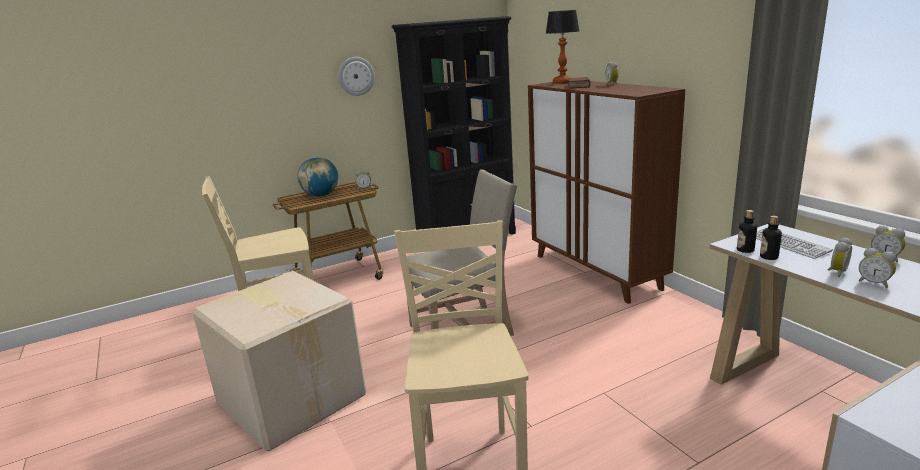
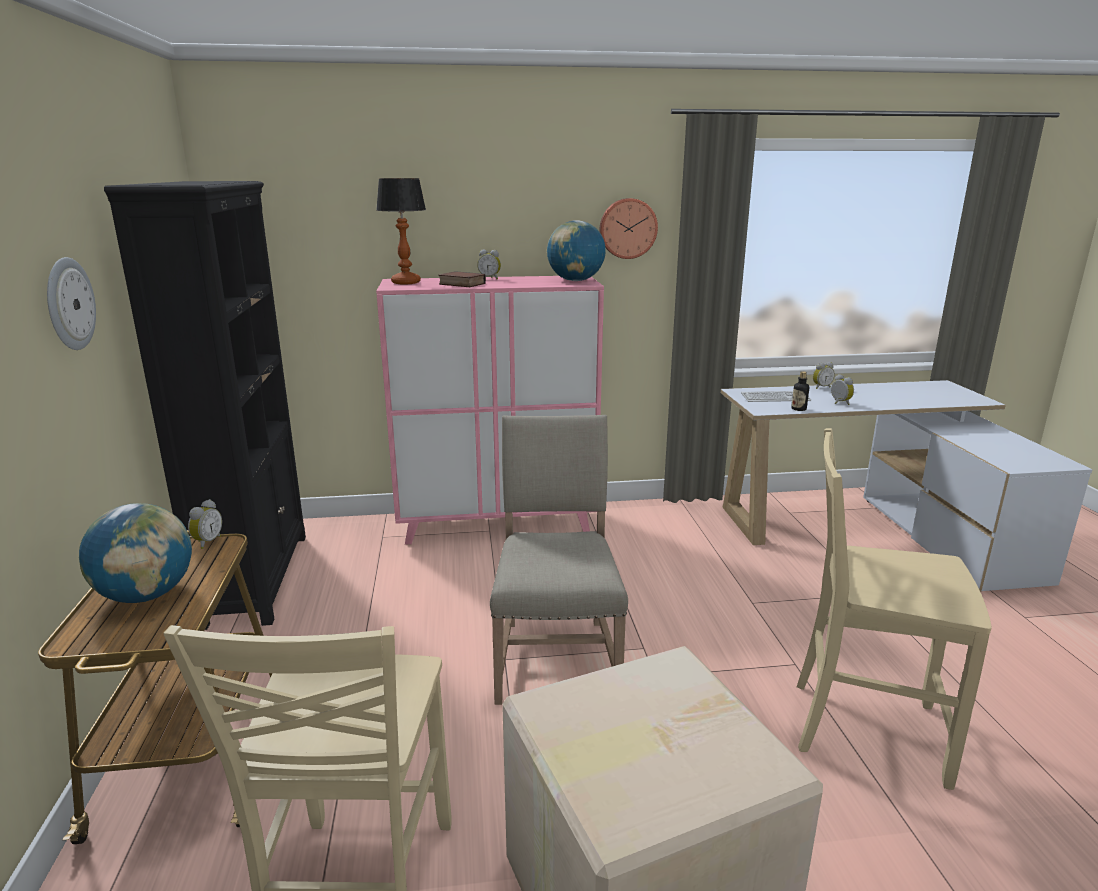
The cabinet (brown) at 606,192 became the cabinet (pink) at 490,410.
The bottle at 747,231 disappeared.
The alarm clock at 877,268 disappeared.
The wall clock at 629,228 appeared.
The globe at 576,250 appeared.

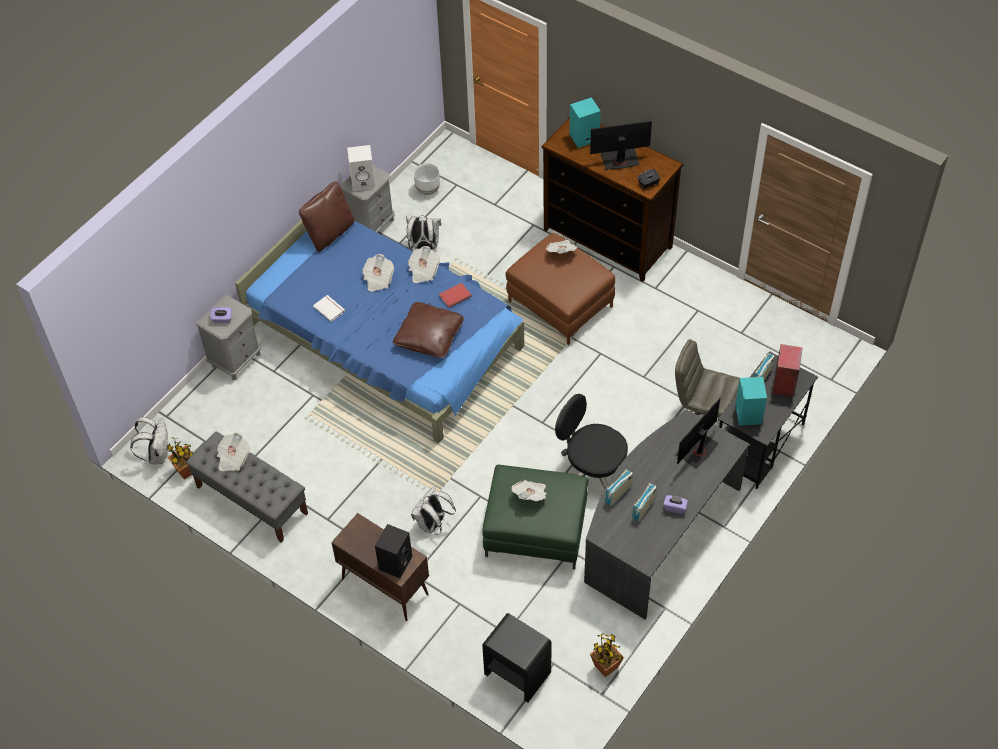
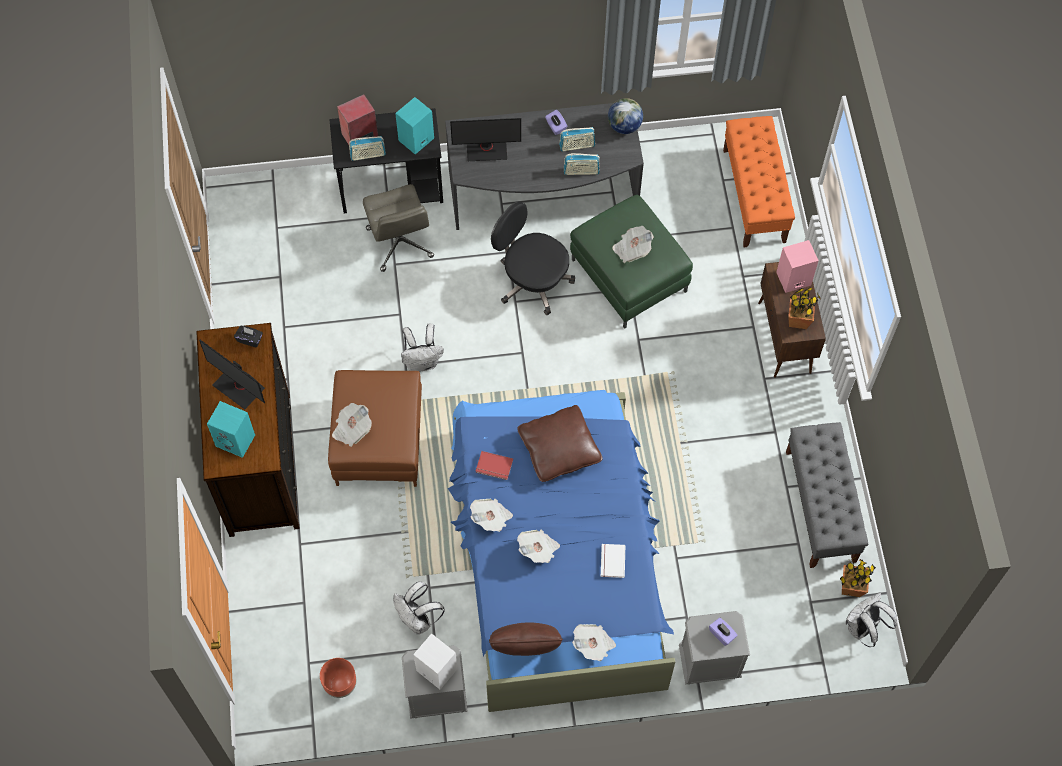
The planter (white) at 427,179 became the planter (brown) at 338,678.
The office chair (black) at 591,441 turned 135 degrees clockwise.
The newspaper moved from 233,451 to 594,642.
The backpack (white) moved from 433,510 to 422,347.
The speaker (black) at 393,551 became the speaker (pink) at 797,266.
The nightstand (black) at 517,657 was replaced by the bench (orange) at 759,182.
The potted plant moved from 607,655 to 804,308.
The globe at 625,116 appeared.

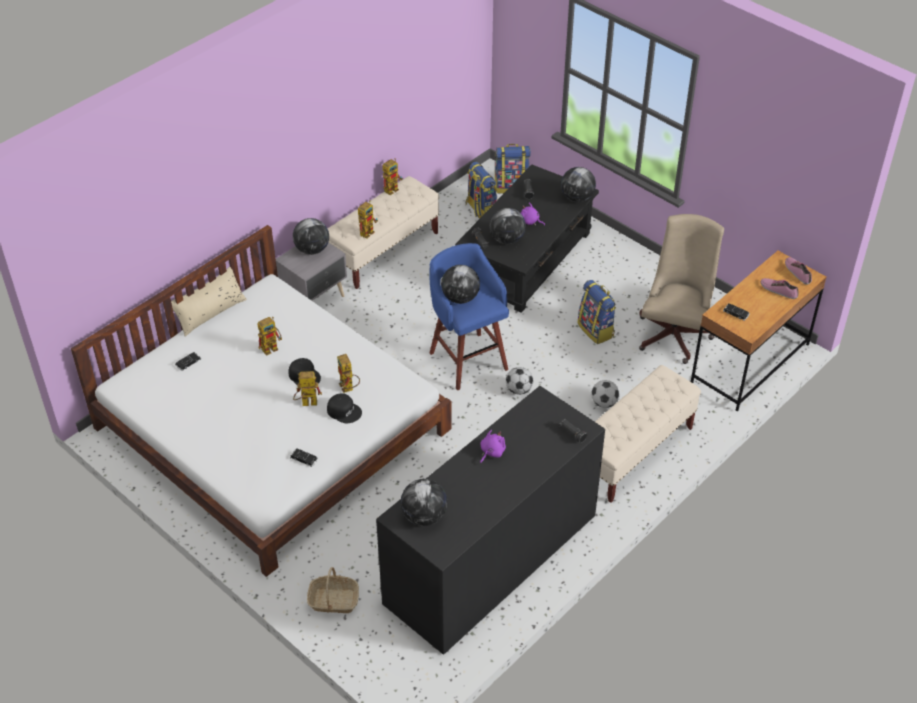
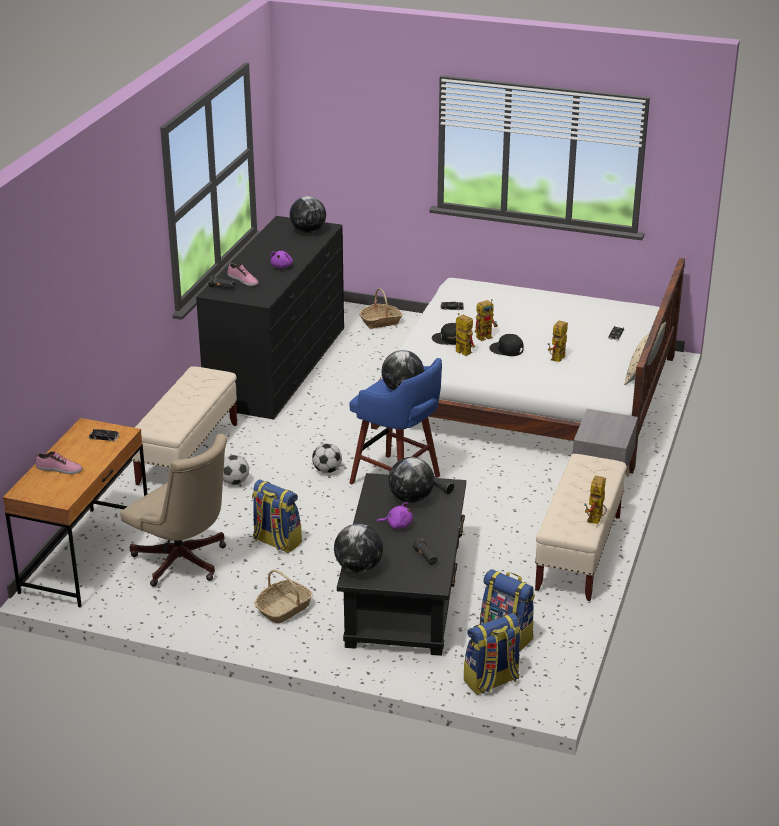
The toy robot at 368,219 disappeared.
The office chair (beige) at 681,289 turned 45 degrees counterclockwise.
The globe at 311,236 disappeared.
The shoe moved from 798,271 to 242,274.
The basket at 284,596 appeared.

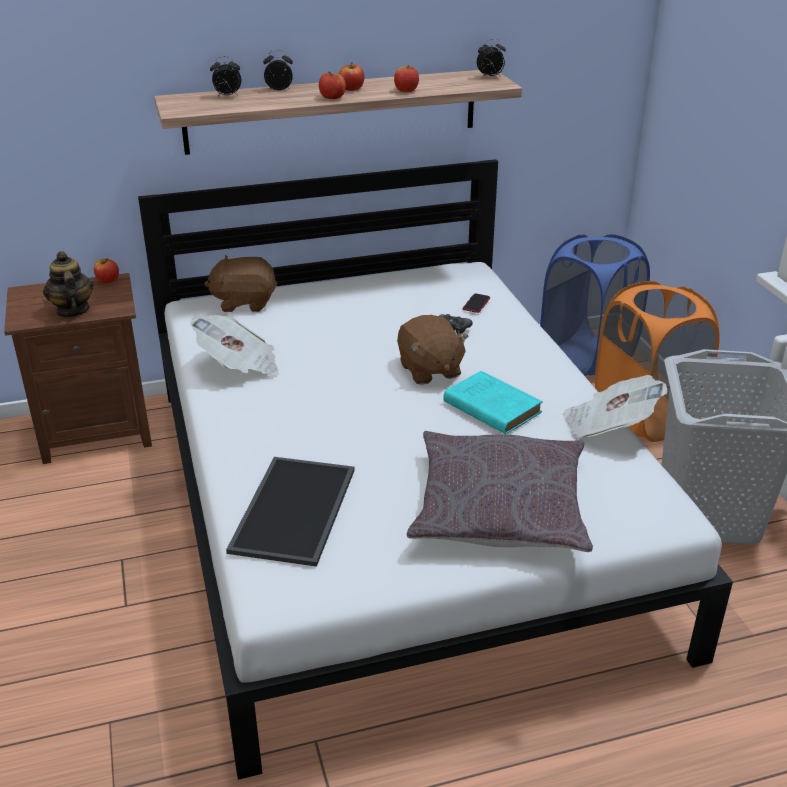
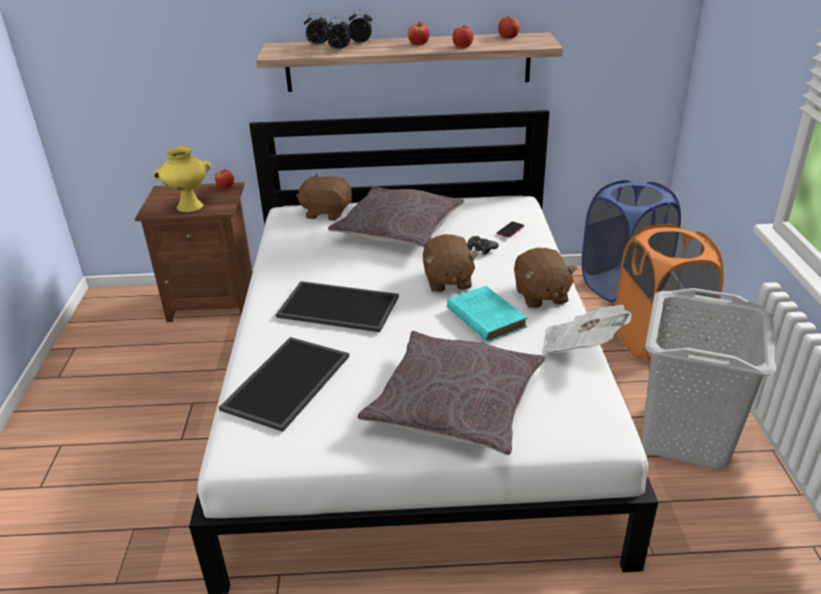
The alarm clock moved from 491,58 to 338,34.
The apple moved from 332,85 to 509,27.
The teapot at 68,284 was replaced by the vase (yellow) at 182,179.
The newspaper at 234,345 disappeared.
The pillow (grey) at 396,216 appeared.
The plush toy (brown) at 545,278 appeared.
The tray at 337,306 appeared.

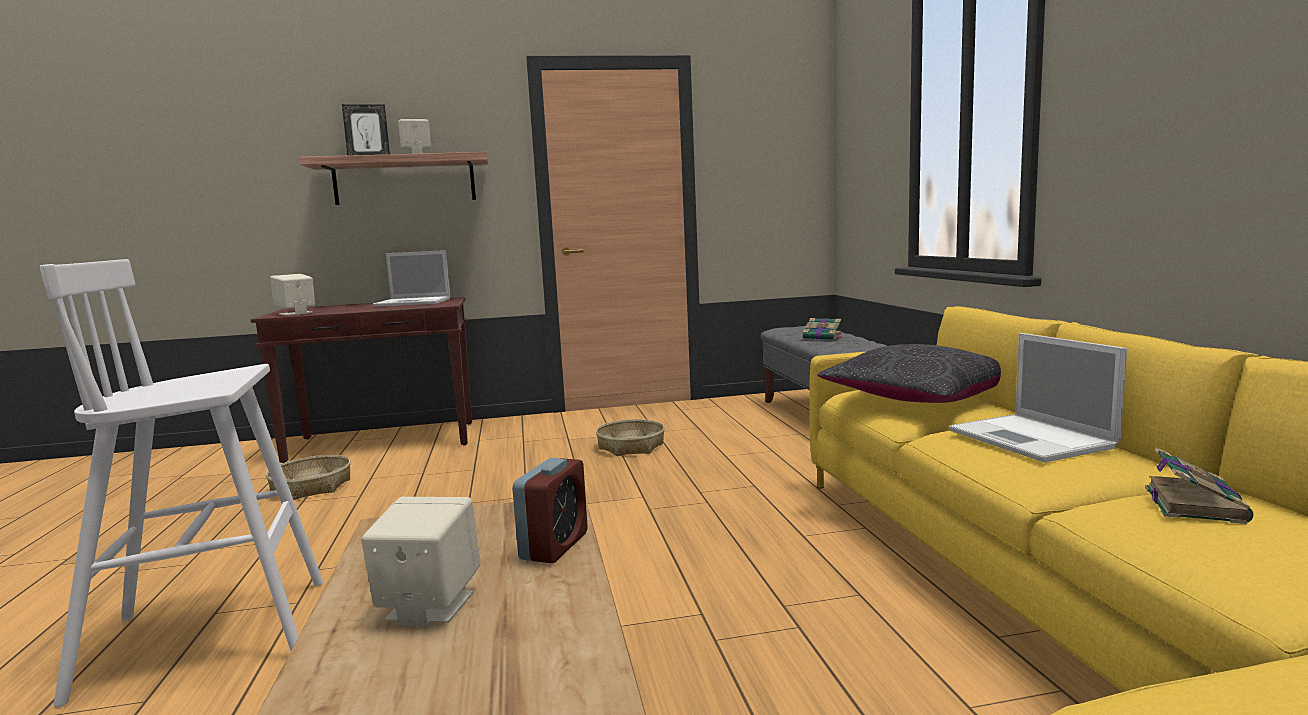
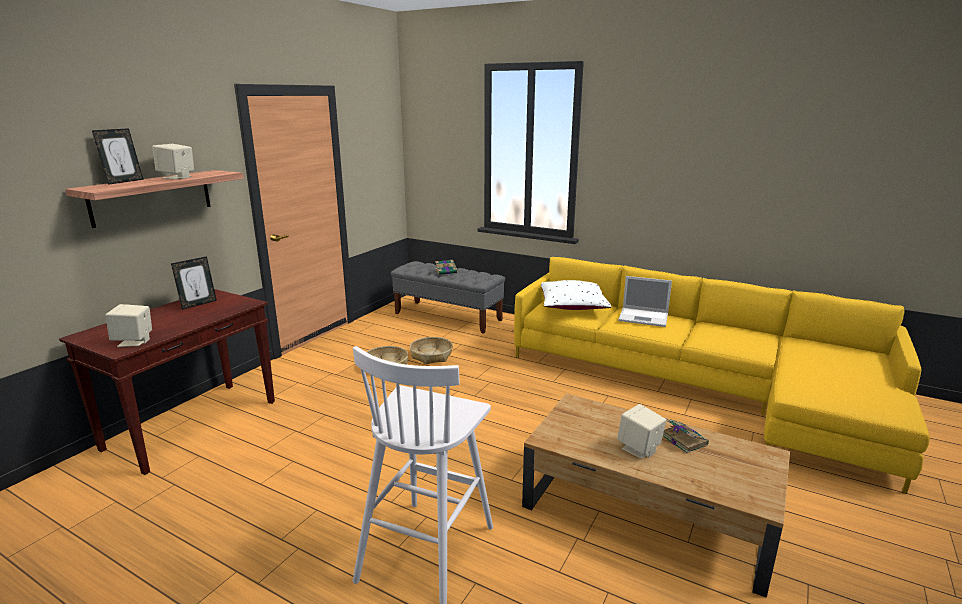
The laptop at 411,278 was replaced by the picture frame at 194,283.
The pillow (black) at 909,373 became the pillow (white) at 576,295.
The book moved from 1199,485 to 686,436.
The basket moved from 308,477 to 431,351.
The alarm clock at 550,510 disappeared.

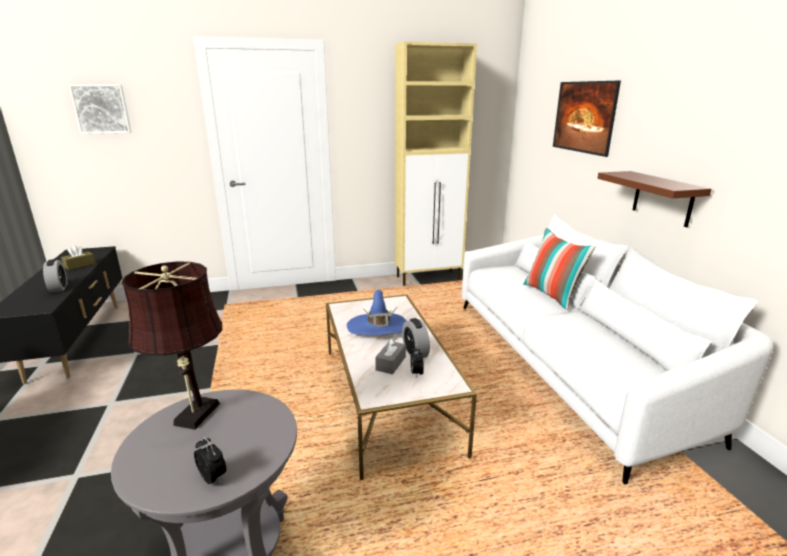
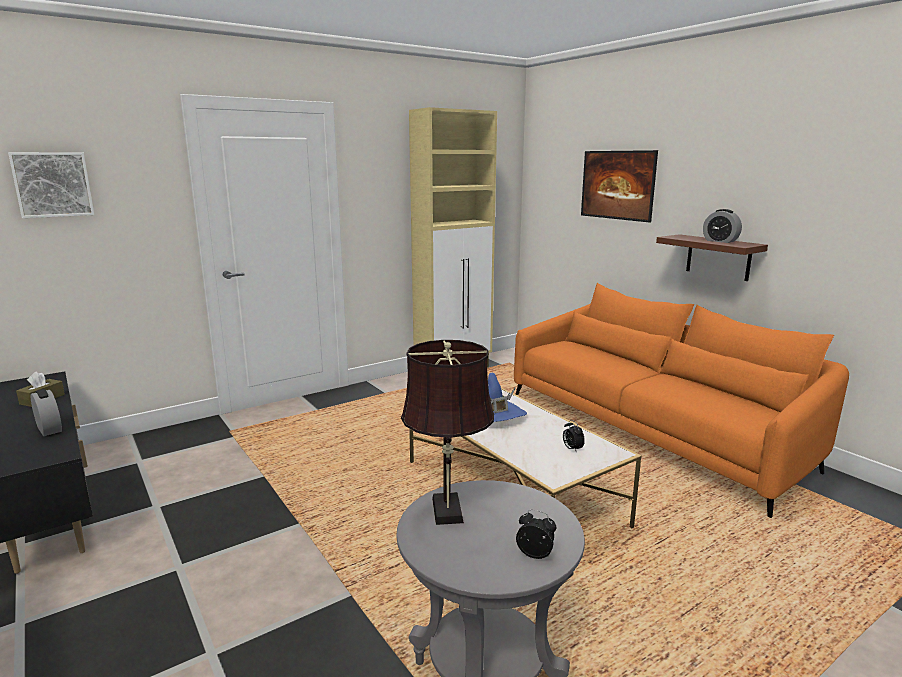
The sofa (white) at 618,349 became the sofa (orange) at 681,400.
The pillow at 559,269 disappeared.
The alarm clock moved from 416,338 to 722,226.
The tissue box (grey) at 390,355 disappeared.

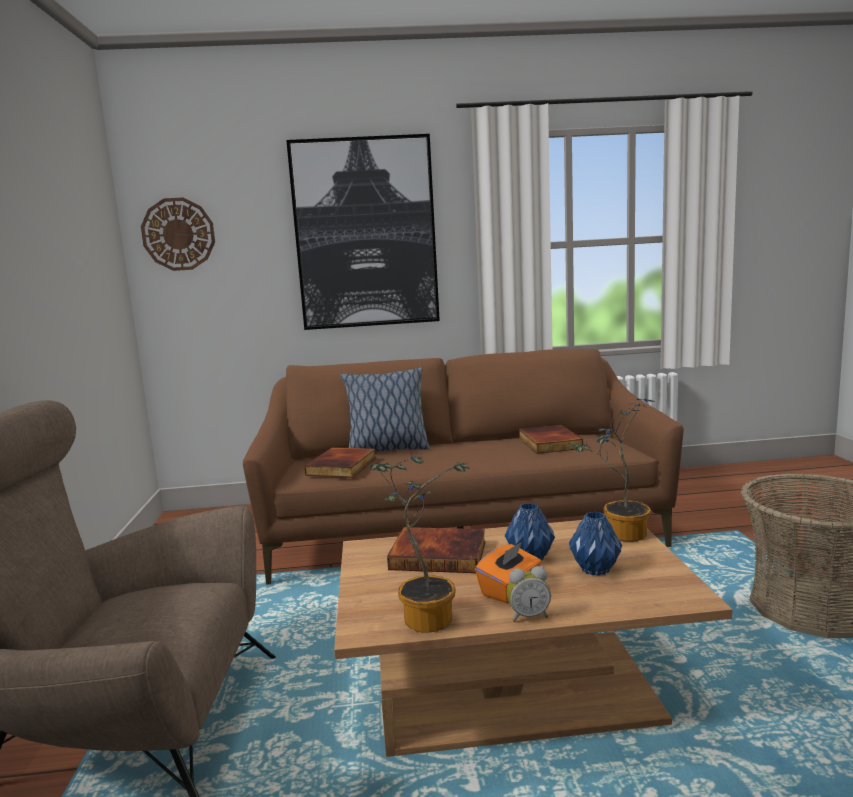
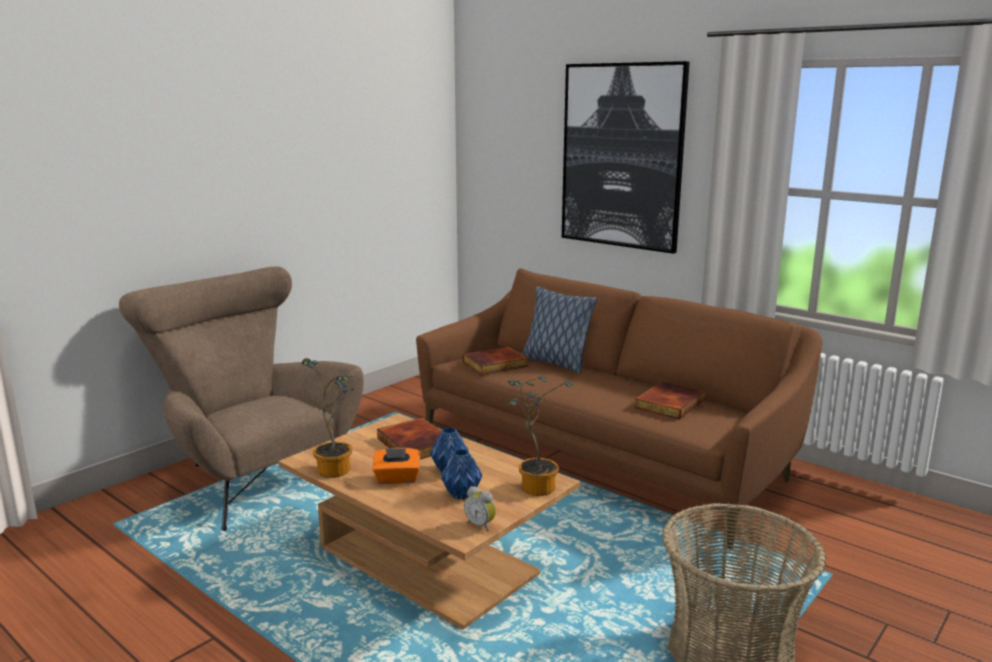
The wall clock at 178,234 disappeared.
The alarm clock moved from 529,594 to 480,509.

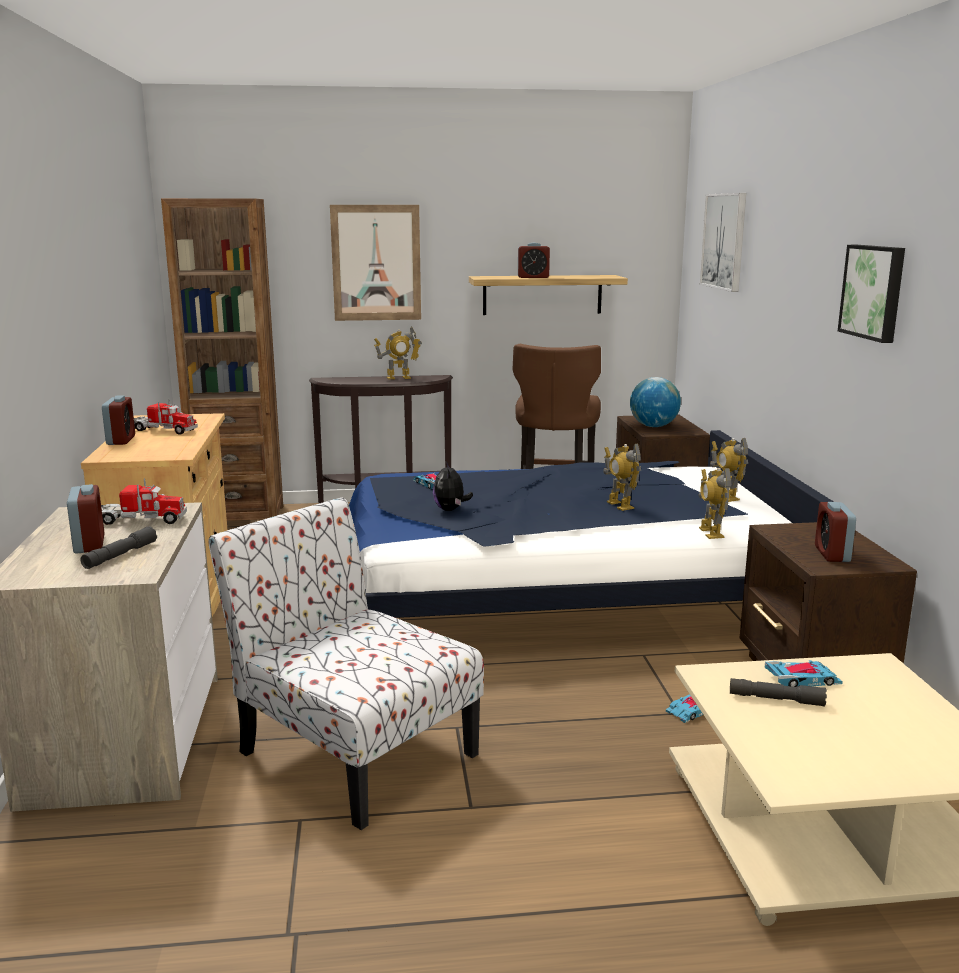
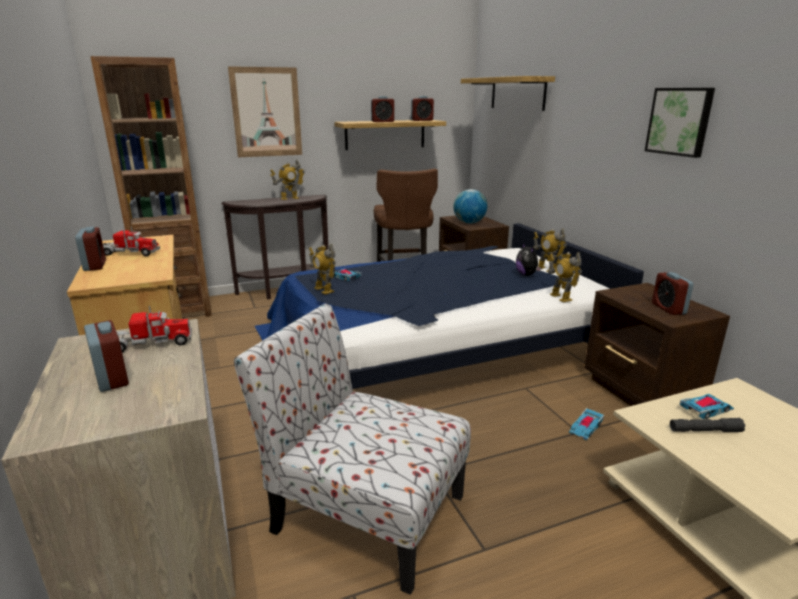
The picture at 722,242 was replaced by the shelf at 508,93.
The toy robot moved from 622,477 to 322,269.
The plush toy moved from 453,486 to 528,259.
The flashlight (grey) at 119,547 disappeared.
The alarm clock at 422,108 appeared.

